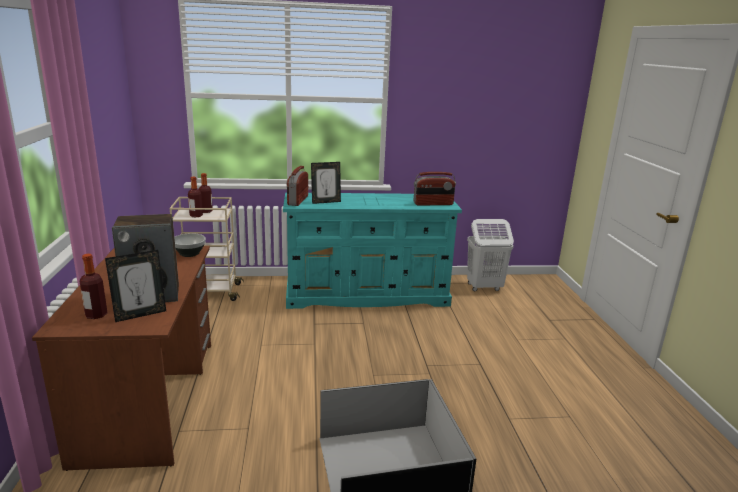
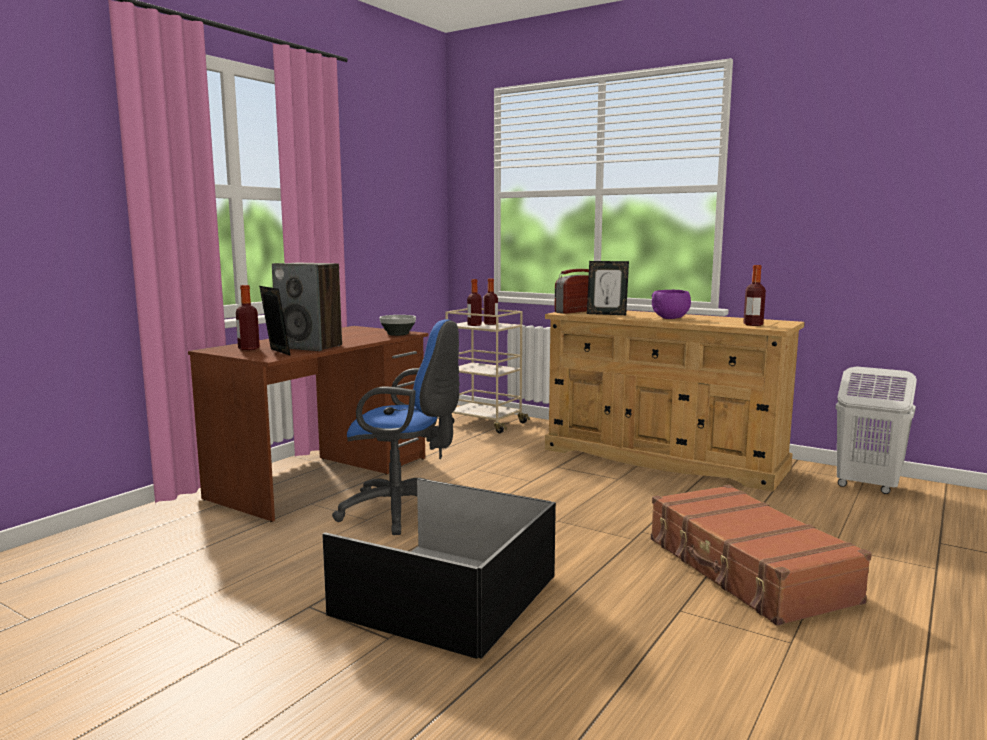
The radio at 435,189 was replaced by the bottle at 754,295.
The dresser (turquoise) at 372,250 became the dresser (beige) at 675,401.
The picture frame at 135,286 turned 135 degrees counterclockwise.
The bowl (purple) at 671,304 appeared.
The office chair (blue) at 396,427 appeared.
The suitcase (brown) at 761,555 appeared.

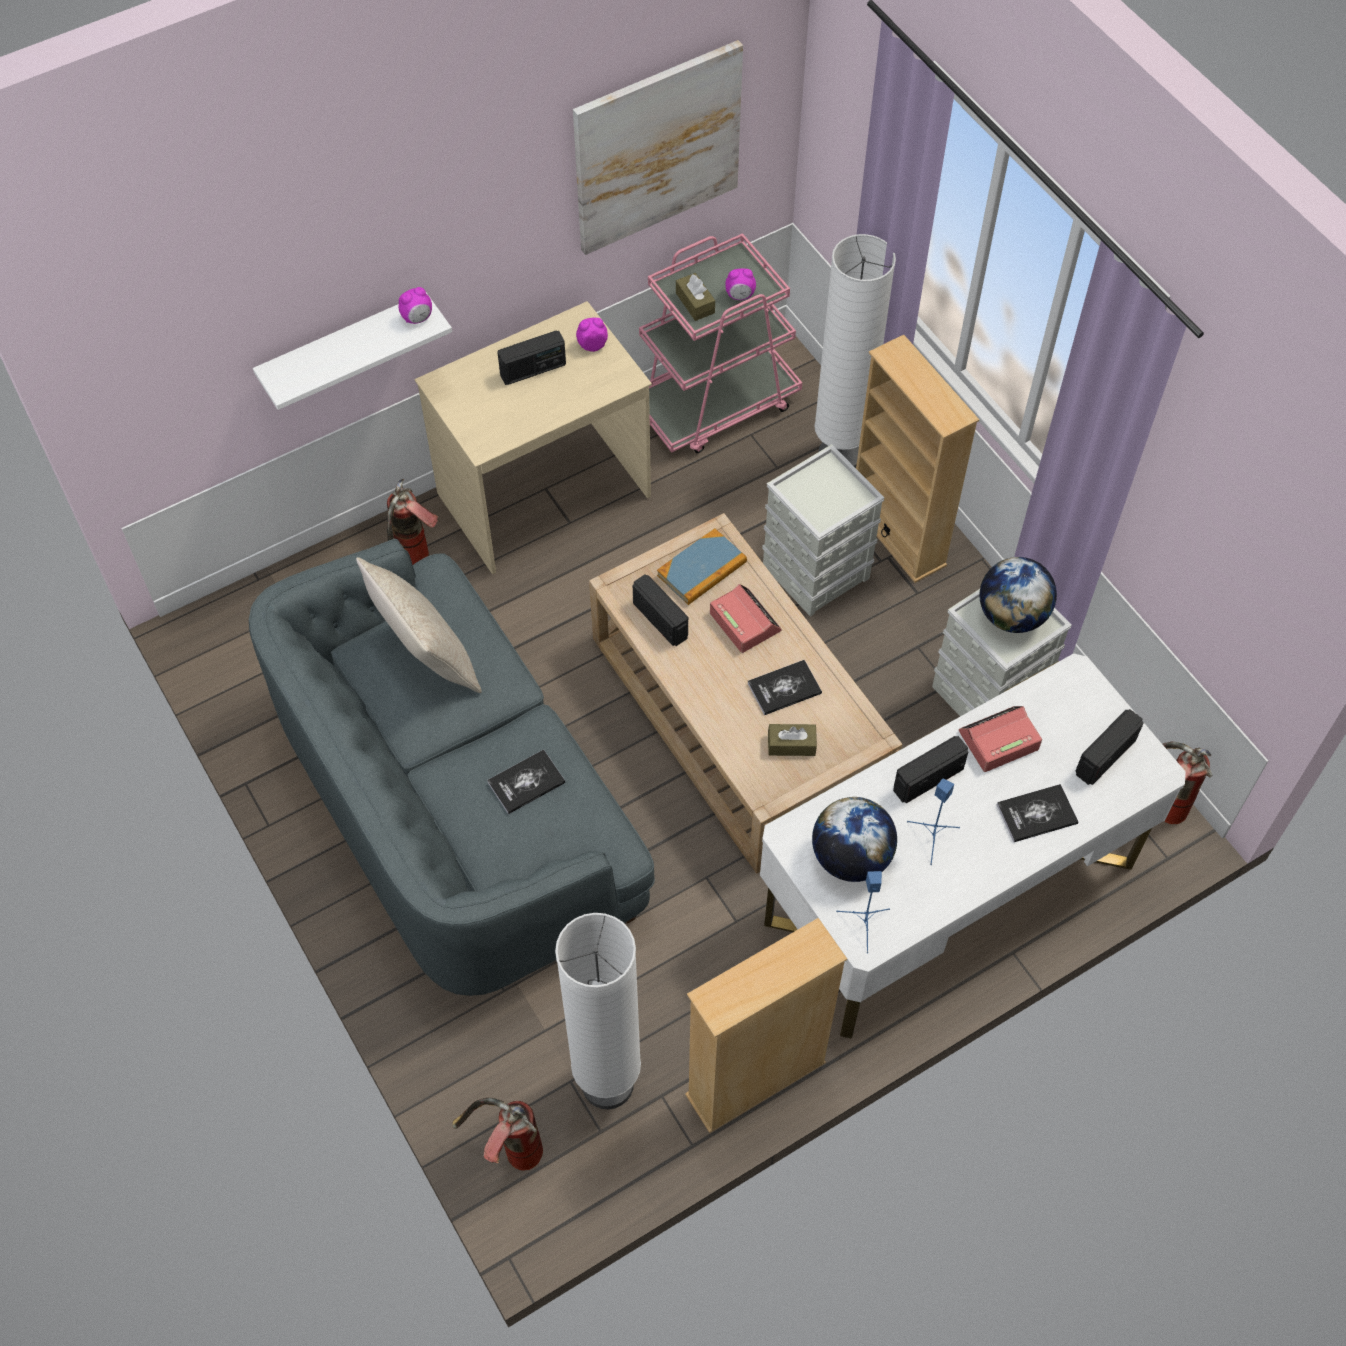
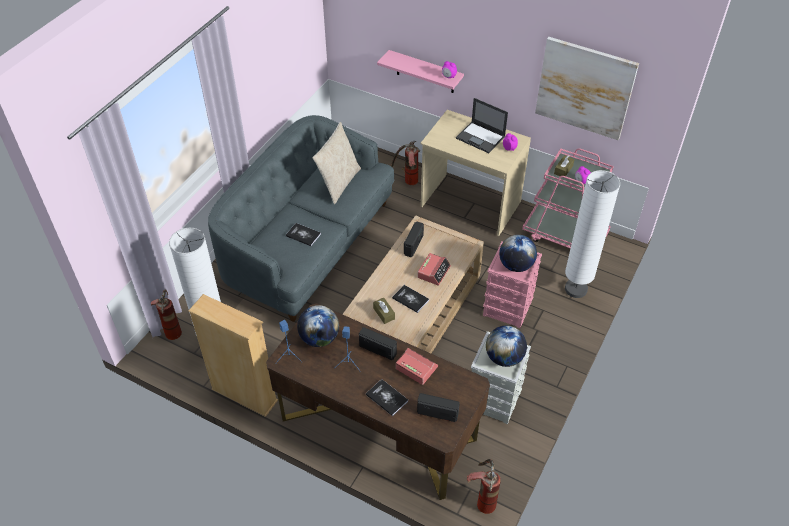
The shelf (white) at 352,351 became the shelf (pink) at 420,71.
The radio at 531,357 was replaced by the laptop at 482,125.
The bookcase (beige) at 917,459 disappeared.
The storage box (grey) at 823,530 became the storage box (pink) at 512,285.
The book at 702,566 disappeared.
The desk (white) at 973,846 became the desk (brown) at 378,401.
The globe at 518,253 appeared.

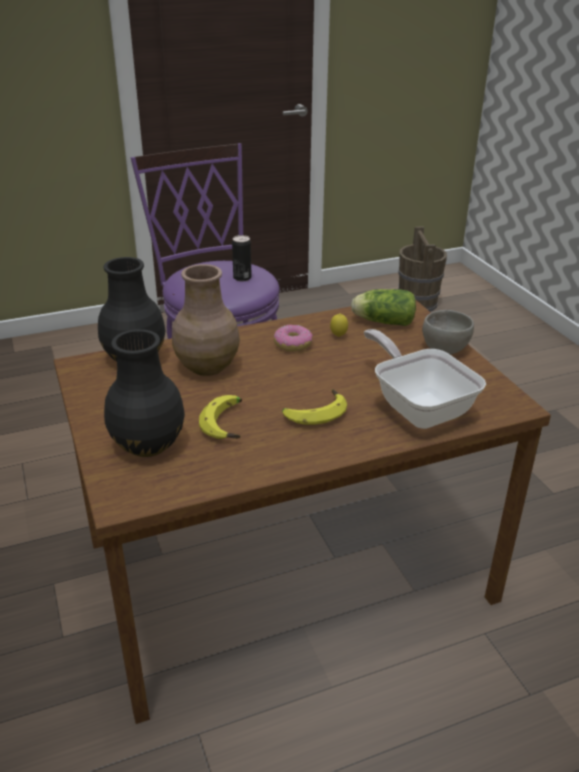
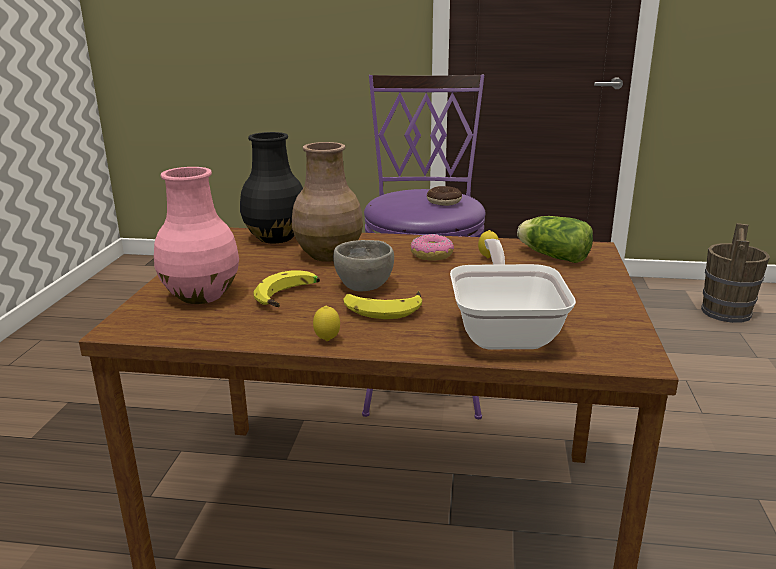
The can at 242,258 was replaced by the donut at 444,196.
The bowl (grey) moved from 448,332 to 363,265.
The vase (black) at 144,393 became the vase (pink) at 196,235.
The lemon at 326,323 appeared.

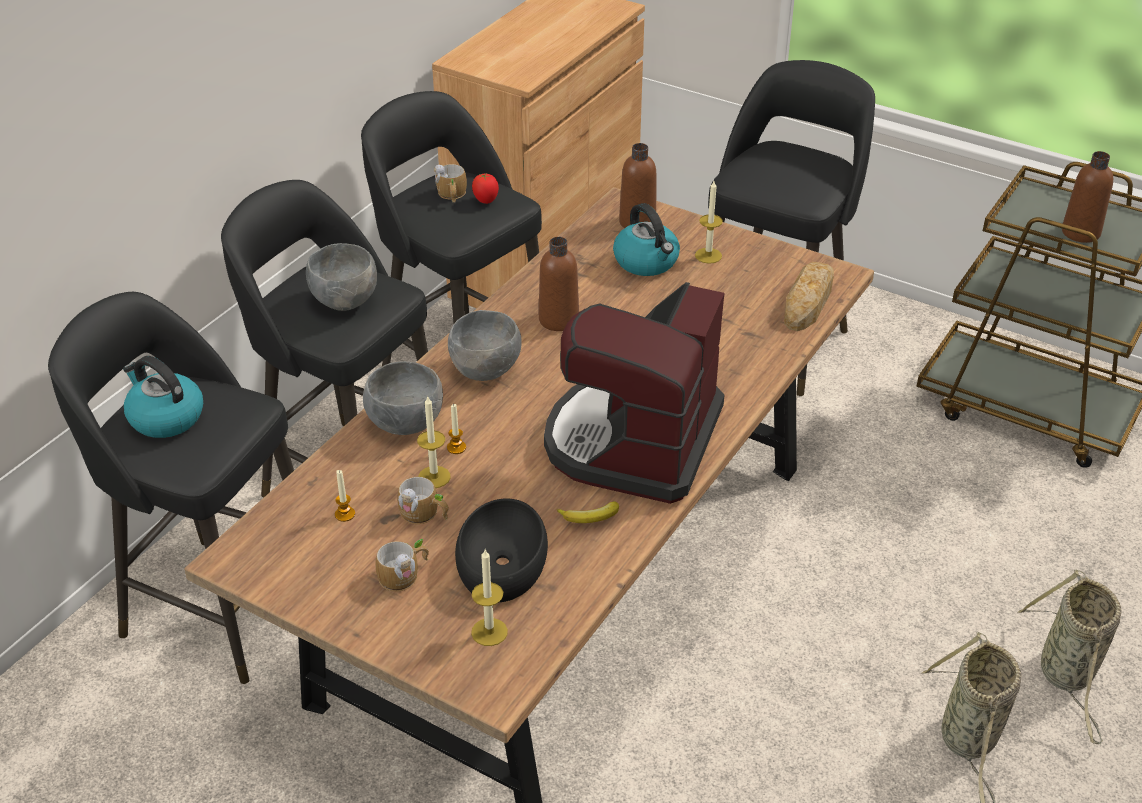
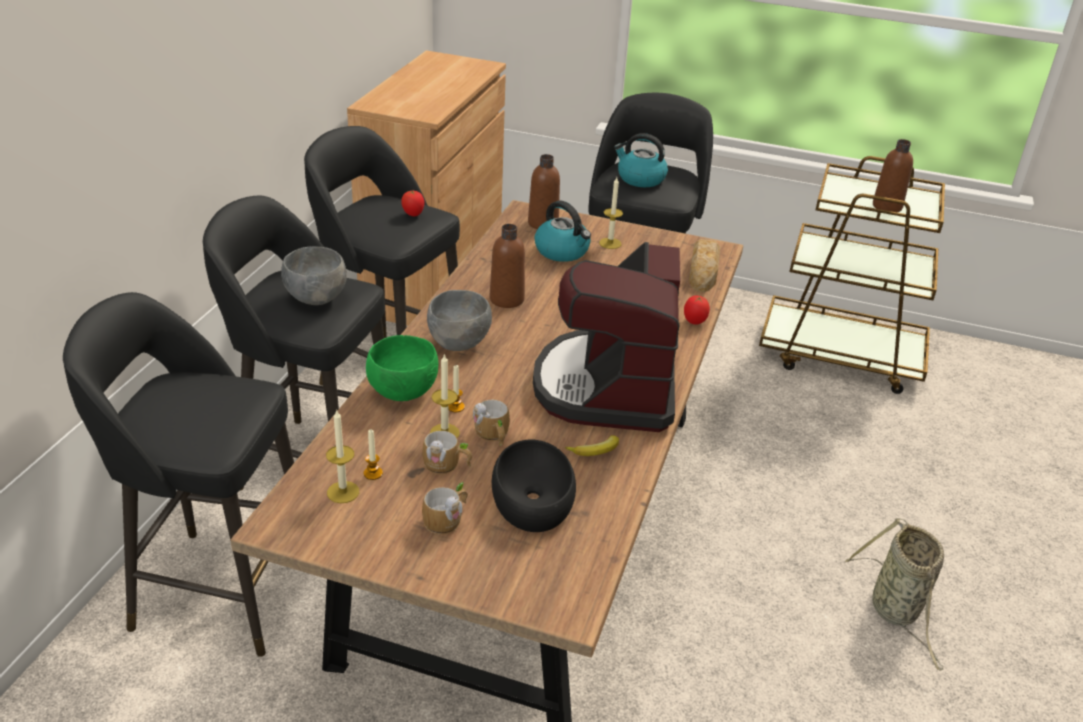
The mug moved from 450,183 to 491,423.
The kettle moved from 163,397 to 641,160.
The bowl (grey) at 403,398 became the bowl (green) at 402,368.
The candle moved from 489,598 to 342,456.
The basket at 1069,657 disappeared.
The tomato at 697,310 appeared.

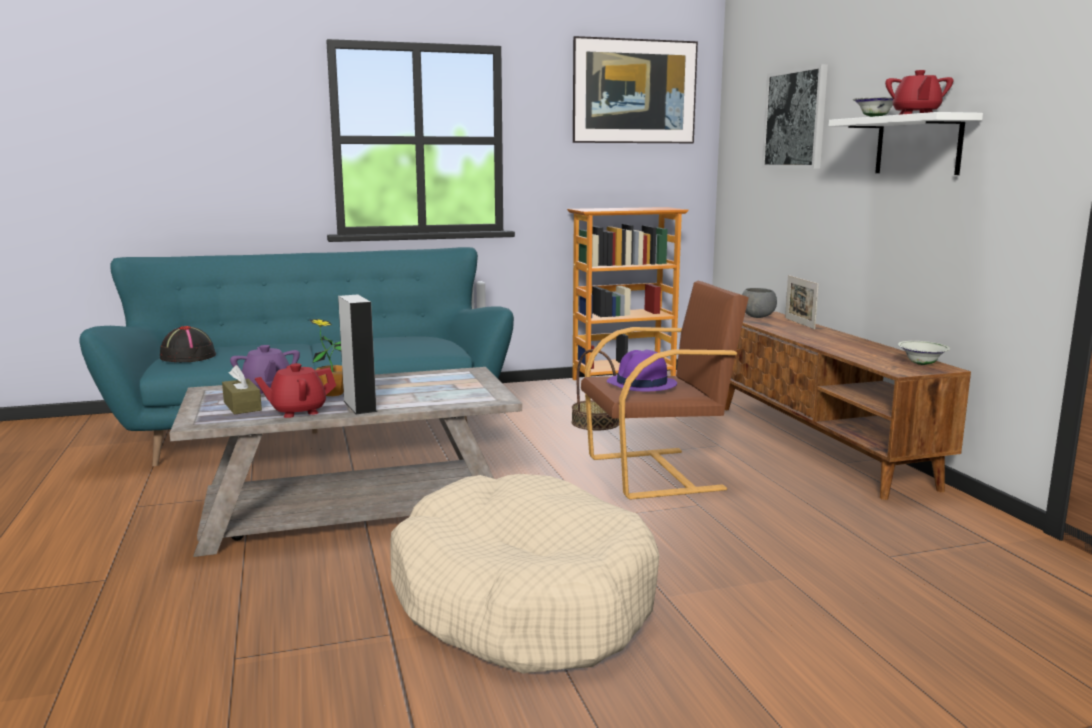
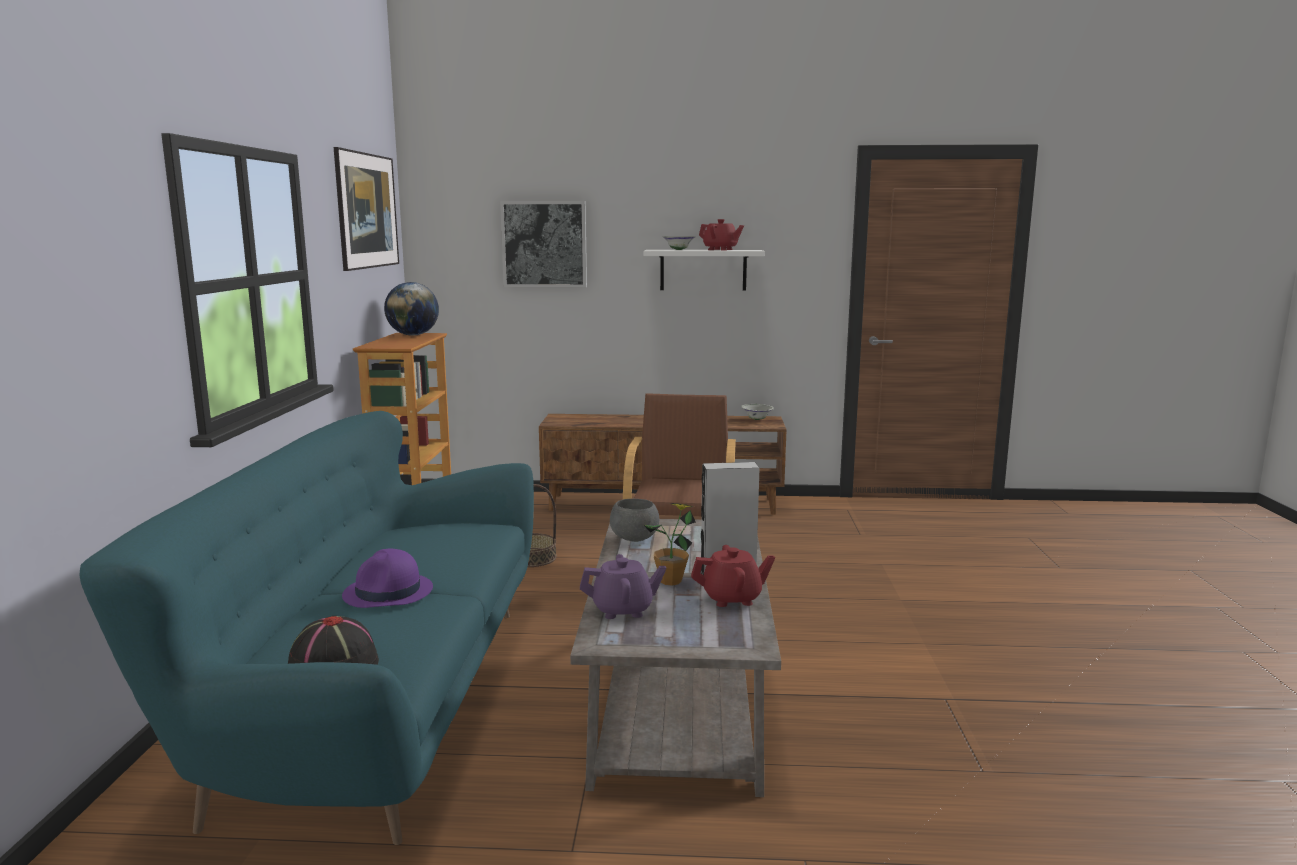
The picture frame at 802,302 disappeared.
The bowl (grey) moved from 759,303 to 634,520.
The hat (purple) moved from 642,370 to 387,578.
The teapot (red) at 295,390 turned 90 degrees counterclockwise.
The tissue box (brown) at 242,390 disappeared.
The dog bed (beige) at 524,574 disappeared.
The globe at 411,309 appeared.

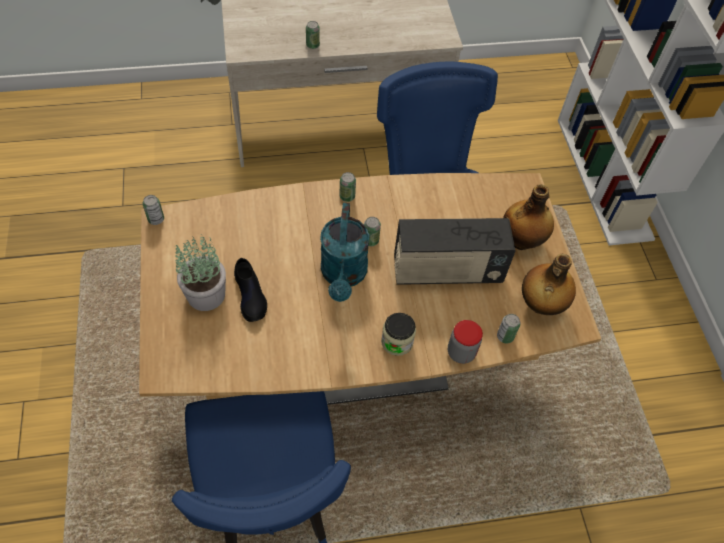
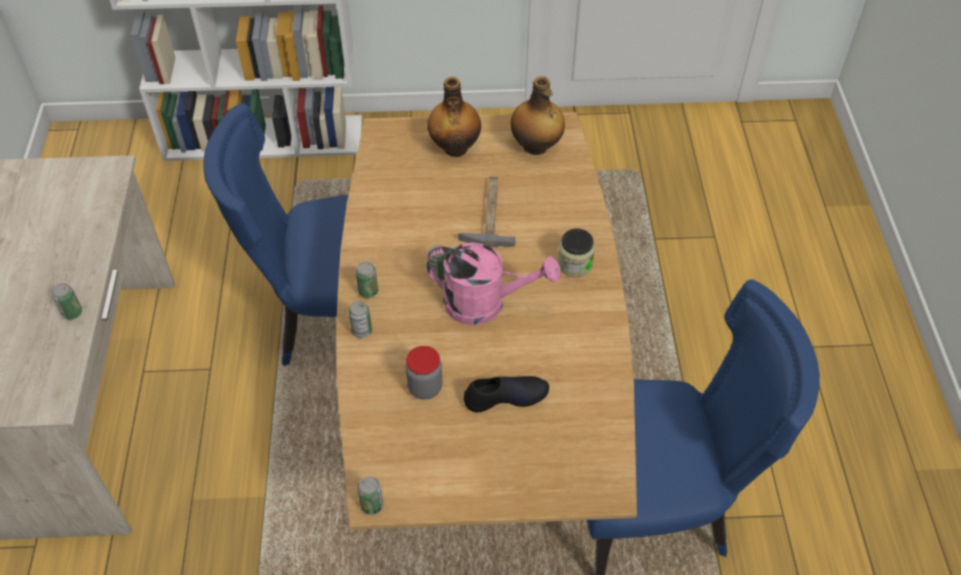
The watering can (turquoise) at 344,252 became the watering can (pink) at 493,284.
The radio at 455,251 was replaced by the hammer at 486,212.
The potted plant at 201,272 disappeared.
The can moved from 509,328 to 360,319.
The jar moved from 465,342 to 423,373.

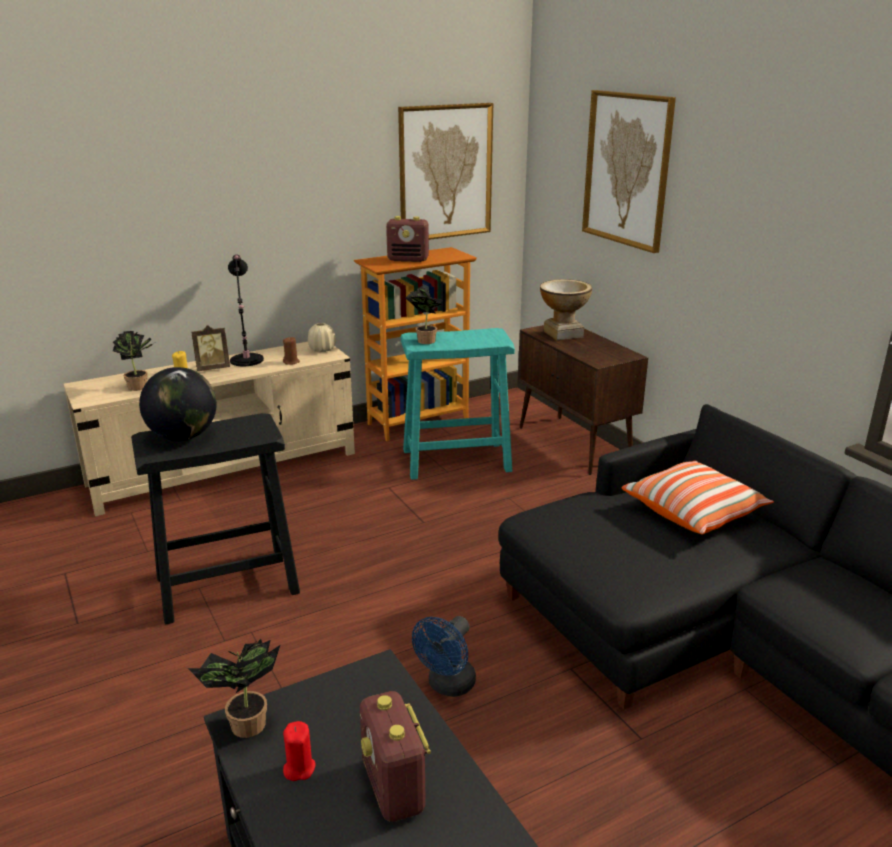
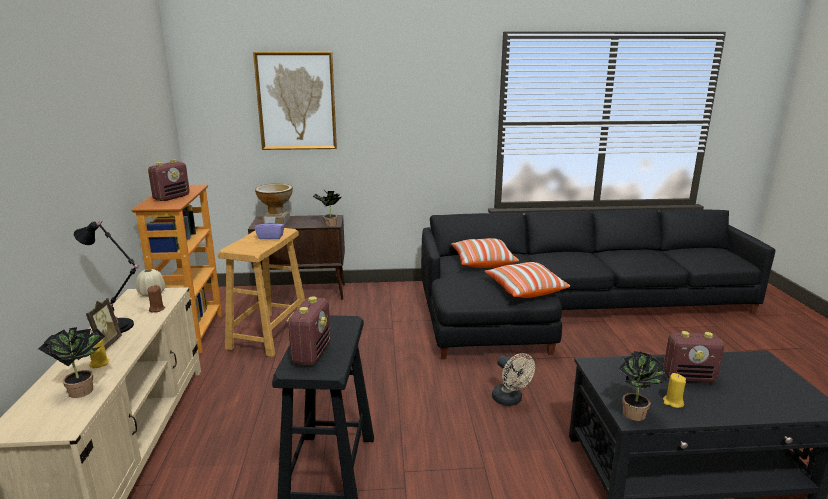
The picture at 445,171 disappeared.
The potted plant moved from 424,315 to 327,208.
The stool (turquoise) at 458,404 became the stool (beige) at 261,292.
The globe at 178,404 was replaced by the radio at 309,331.
The fan (blue) at 444,656 became the fan (beige) at 513,379.
The candle (red) at 299,751 became the candle (yellow) at 674,390.
The tissue box (purple) at 269,227 appeared.
The pillow at 527,280 appeared.

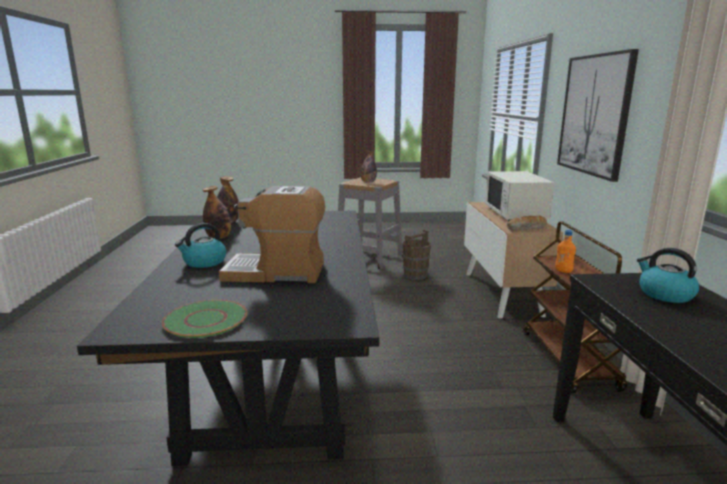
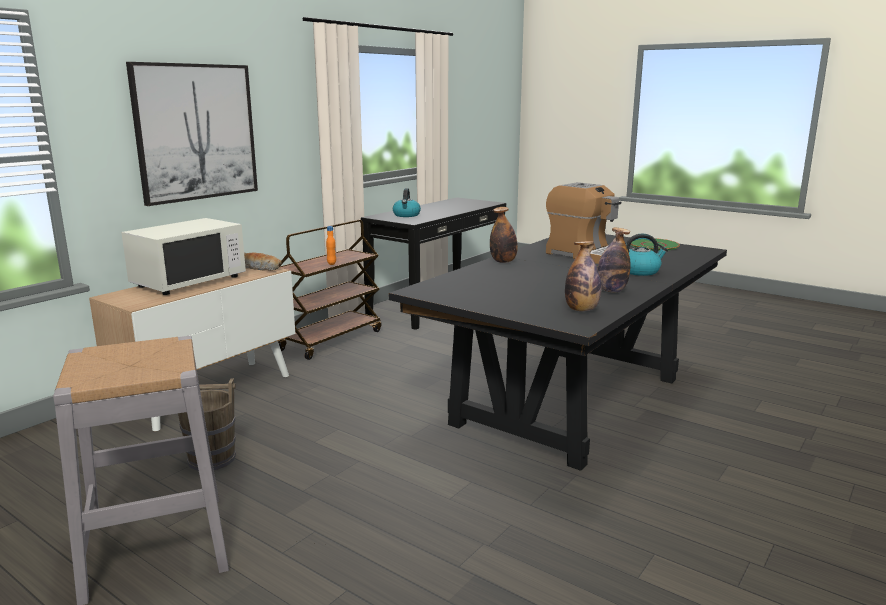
The bottle moved from 369,167 to 504,235.

